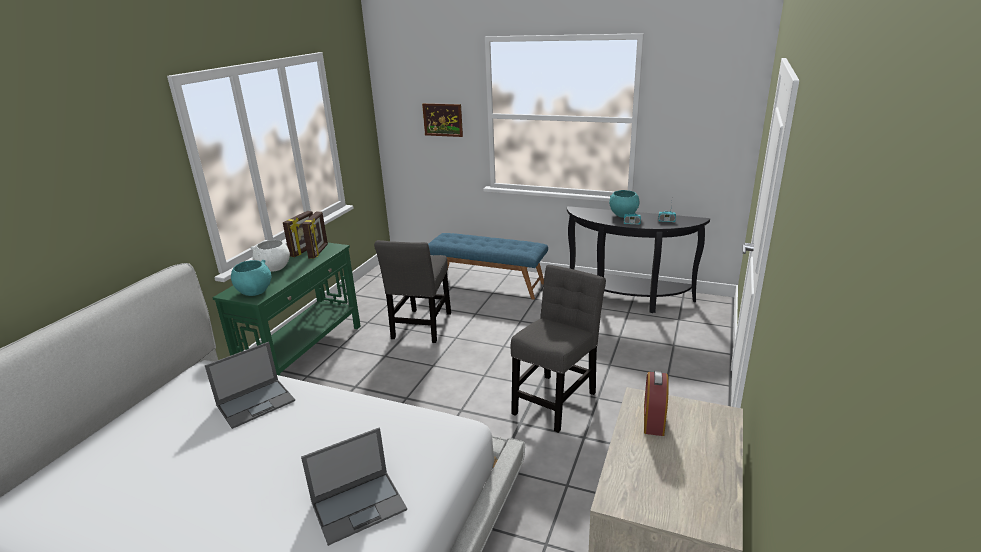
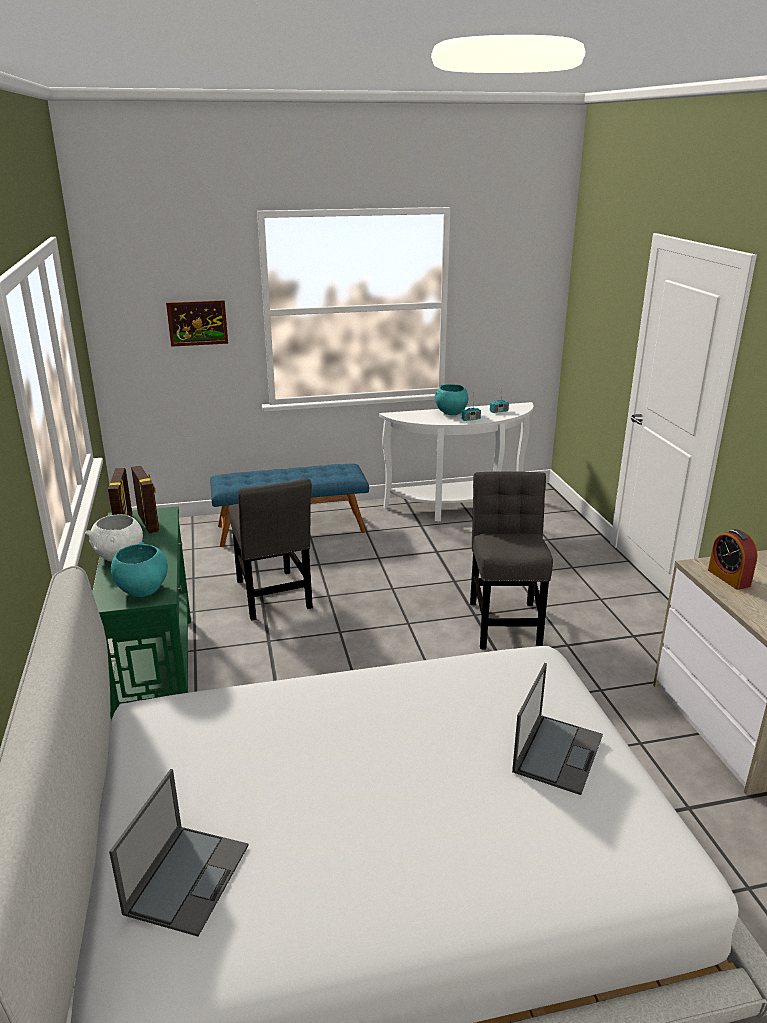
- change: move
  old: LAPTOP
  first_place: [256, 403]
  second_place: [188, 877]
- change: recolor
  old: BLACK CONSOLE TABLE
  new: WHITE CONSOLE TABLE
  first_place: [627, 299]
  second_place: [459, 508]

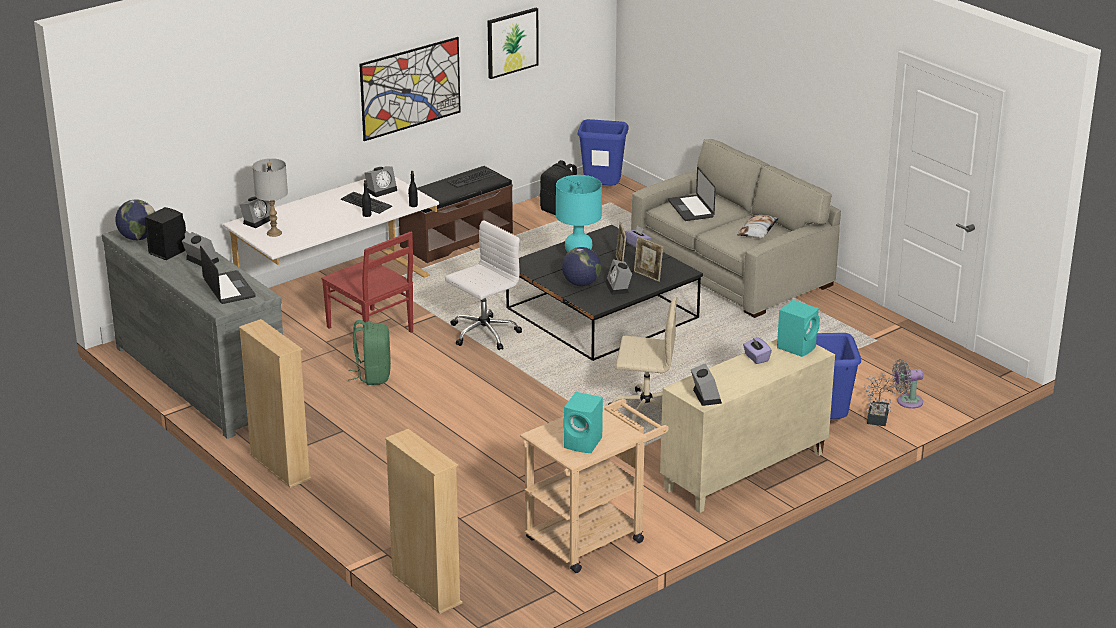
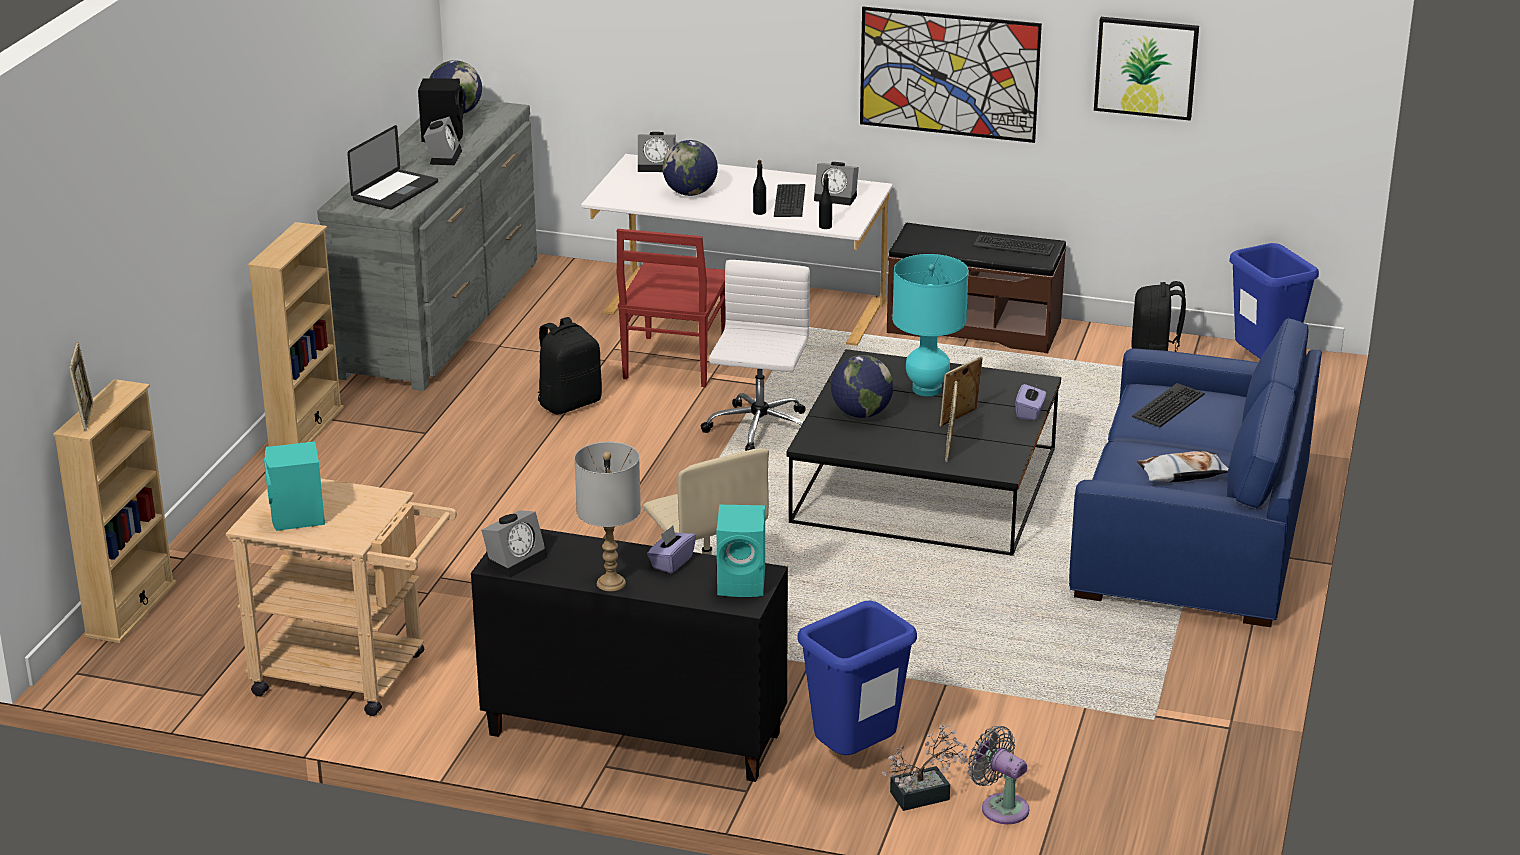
- change: delete
  old: ALARM CLOCK
  first_place: [618, 288]
- change: insert
  new: PICTURE FRAME
  second_place: [86, 416]
- change: insert
  new: GLOBE
  second_place: [690, 193]
- change: move
  old: GREY TABLE LAMP
  first_place: [274, 233]
  second_place: [611, 583]
- change: replace
  old: LAPTOP
  new: KEYBOARD
  first_place: [690, 209]
  second_place: [1169, 406]
- change: recolor
  old: GREEN BACKPACK
  new: BLACK BACKPACK
  first_place: [372, 376]
  second_place: [569, 403]
- change: recolor
  old: BEIGE SOFA
  new: BLUE SOFA
  first_place: [733, 268]
  second_place: [1195, 533]
- change: recolor
  old: BEIGE CABINET
  new: BLACK CABINET
  first_place: [744, 473]
  second_place: [632, 735]
- change: rotate
  old: WHITE OFFICE CHAIR
  first_place: [483, 334]
  second_place: [759, 429]
  degrees: -90

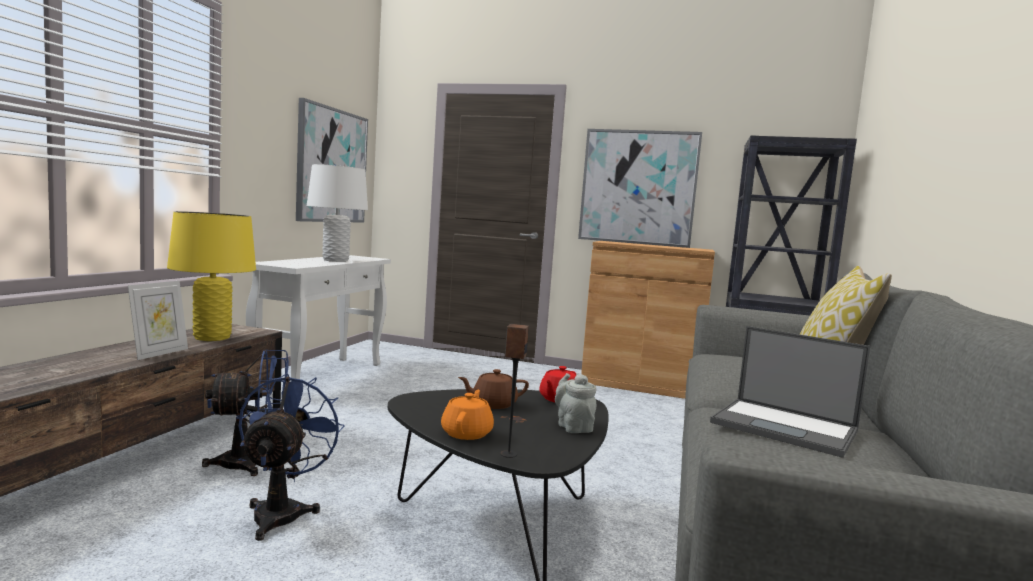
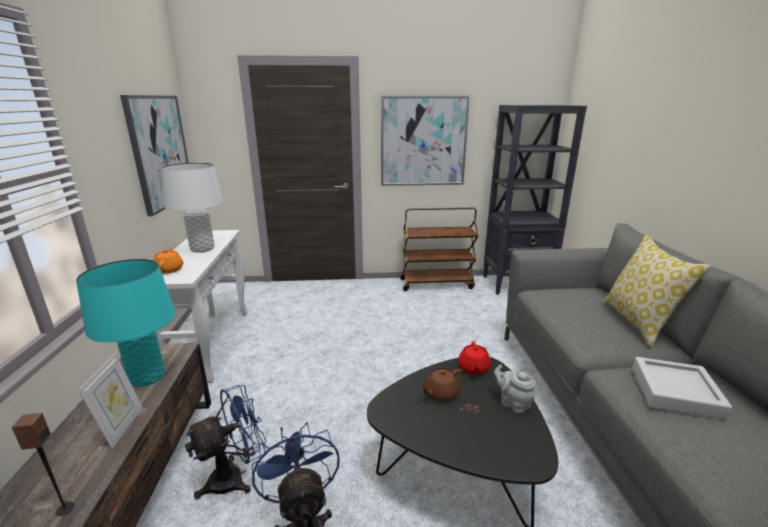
- change: move
  old: ORANGE TEAPOT
  first_place: [467, 433]
  second_place: [169, 269]
- change: move
  old: SPEAKER
  first_place: [508, 454]
  second_place: [65, 509]
- change: replace
  old: BROWN CABINET
  new: BROWN CART
  first_place: [640, 384]
  second_place: [437, 283]
- change: replace
  old: LAPTOP
  new: GREY TRAY
  first_place: [786, 427]
  second_place: [675, 392]
- change: recolor
  old: YELLOW TABLE LAMP
  new: TURQUOISE TABLE LAMP
  first_place: [212, 337]
  second_place: [147, 377]

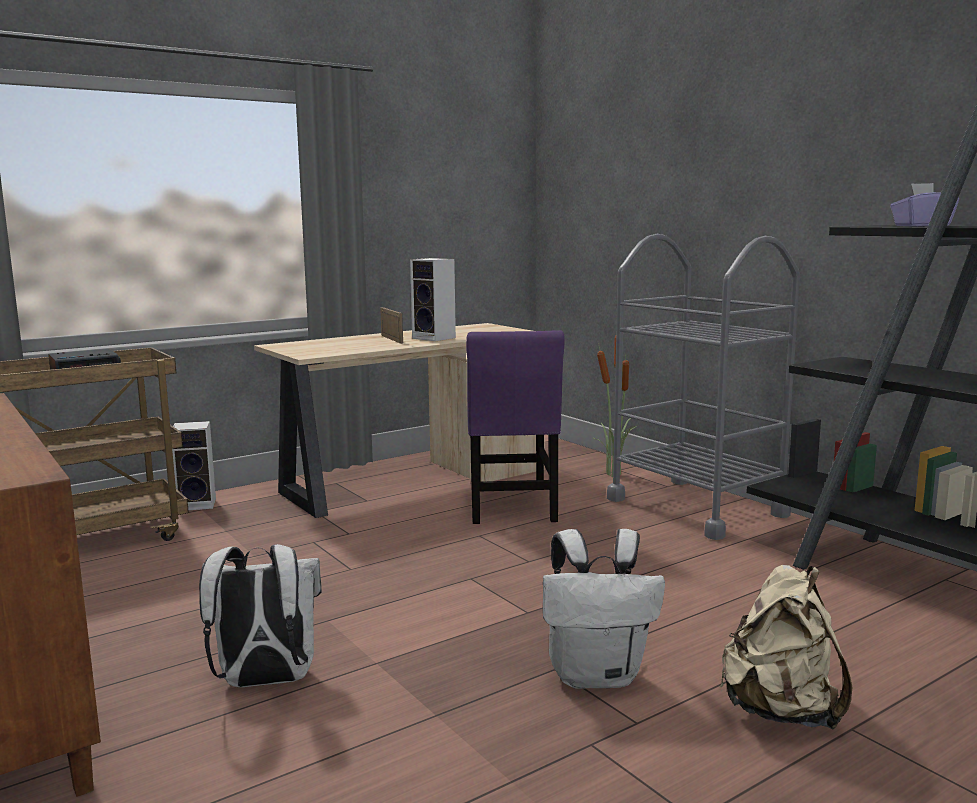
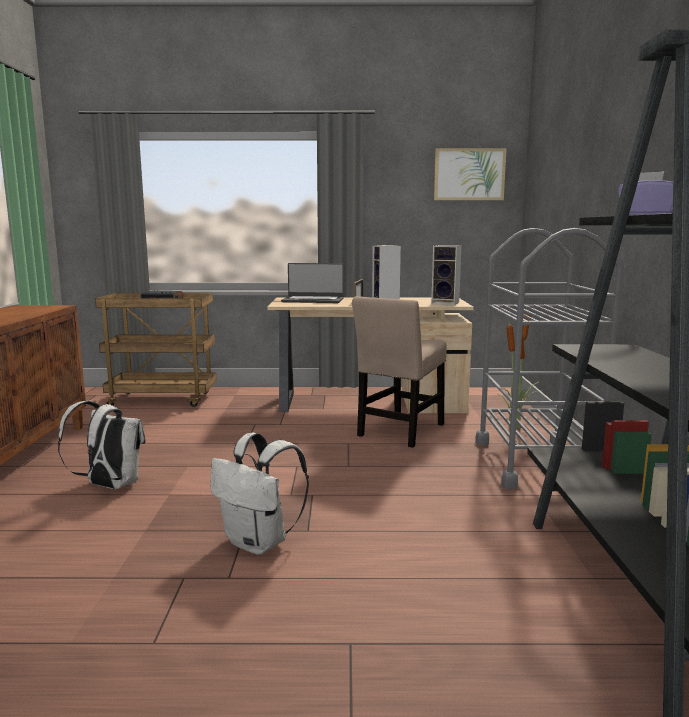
- change: delete
  old: BEIGE BACKPACK
  first_place: [781, 711]
- change: insert
  new: LAPTOP
  second_place: [313, 300]
- change: insert
  new: PICTURE
  second_place: [469, 174]
- change: move
  old: SPEAKER
  first_place: [199, 504]
  second_place: [446, 303]
- change: recolor
  old: PURPLE CHAIR
  new: BEIGE CHAIR
  first_place: [512, 507]
  second_place: [400, 431]

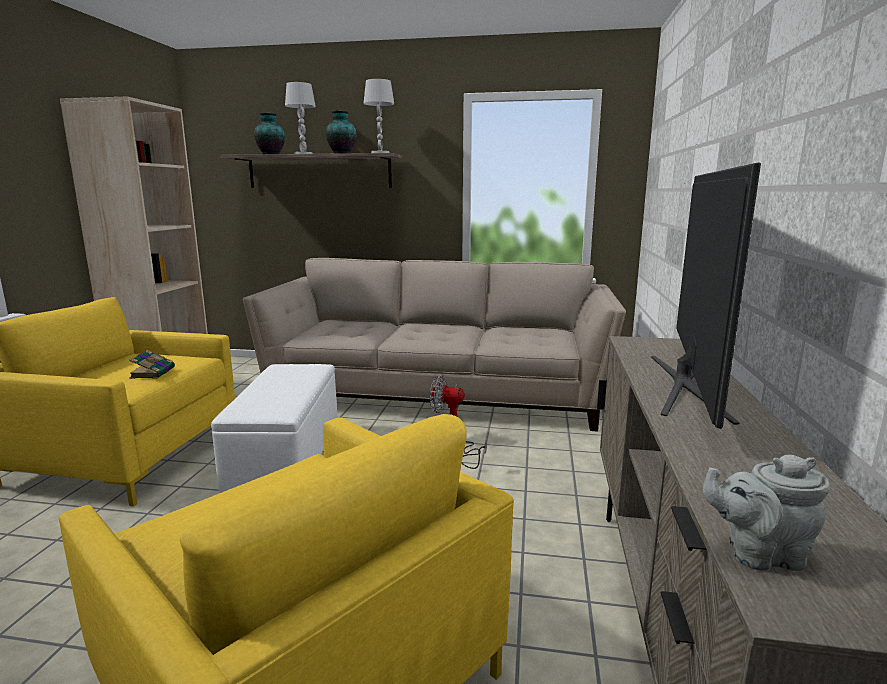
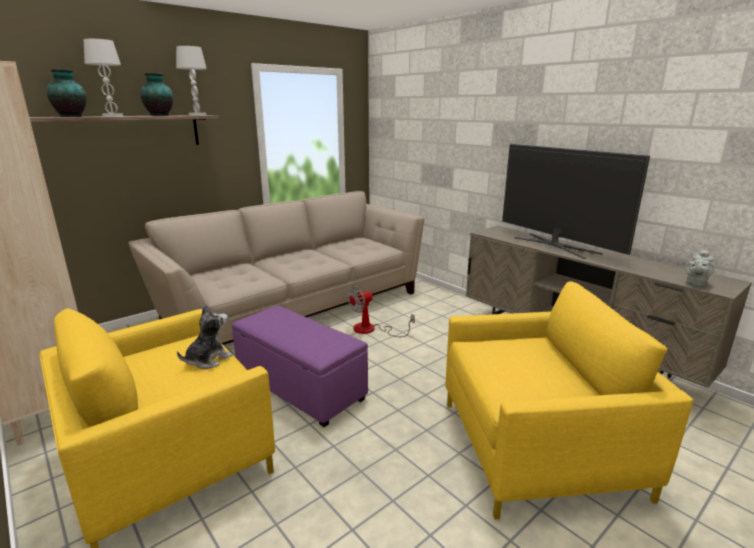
- change: replace
  old: BOOK
  new: PLUSH TOY
  first_place: [153, 372]
  second_place: [208, 360]
- change: recolor
  old: WHITE OTTOMAN
  new: PURPLE OTTOMAN
  first_place: [287, 458]
  second_place: [299, 386]

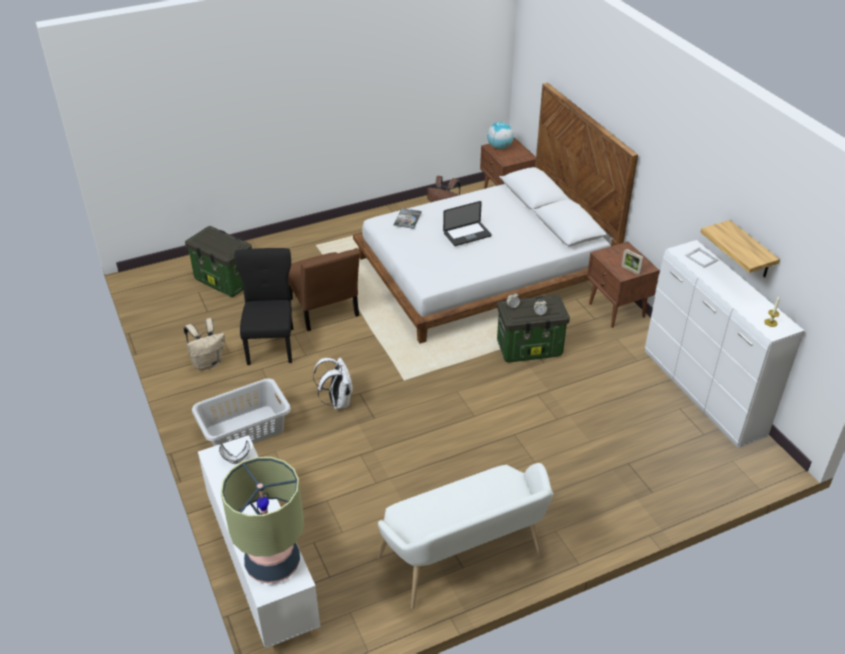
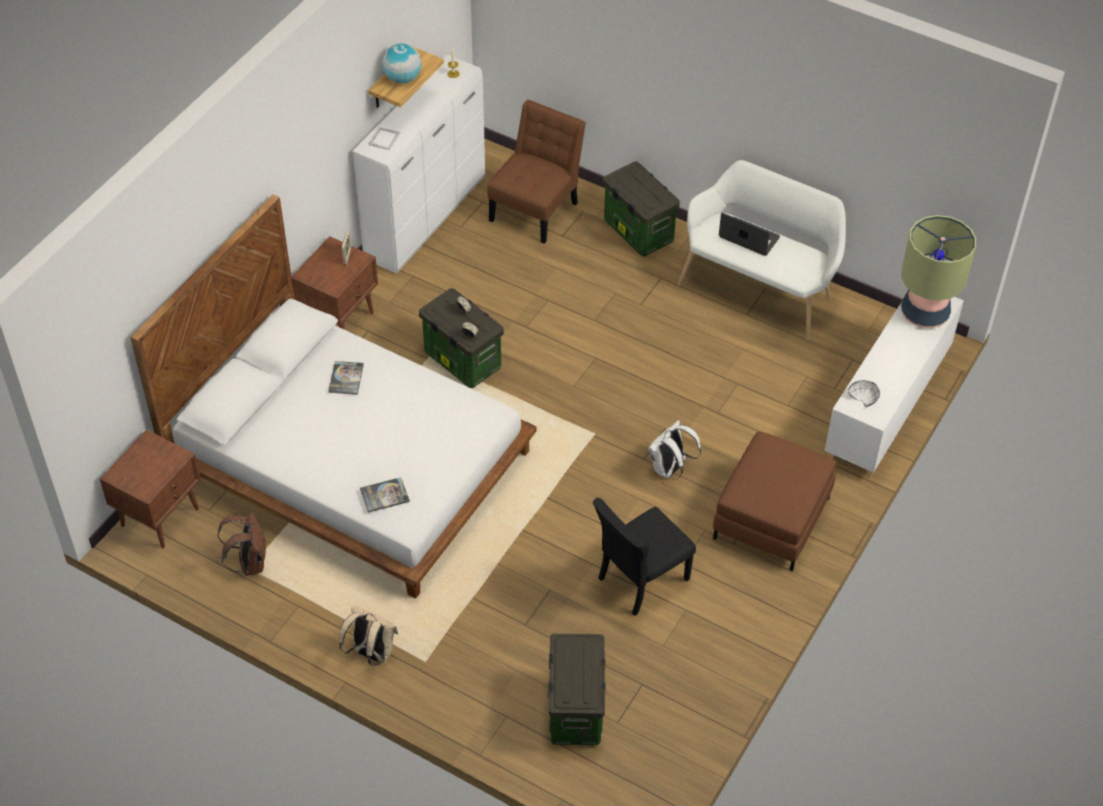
- change: insert
  new: BOOK
  second_place: [346, 378]
- change: insert
  new: STORAGE BOX
  second_place: [637, 231]
- change: move
  old: BEIGE BACKPACK
  first_place: [208, 363]
  second_place: [371, 653]
- change: move
  old: BROWN CHAIR
  first_place: [324, 310]
  second_place: [536, 209]
- change: move
  old: LAPTOP
  first_place: [467, 235]
  second_place: [749, 237]
- change: move
  old: GLOBE
  first_place: [499, 147]
  second_place: [403, 78]
- change: replace
  old: GREY LAUNDRY BASKET
  new: BROWN OTTOMAN
  first_place: [244, 430]
  second_place: [772, 518]

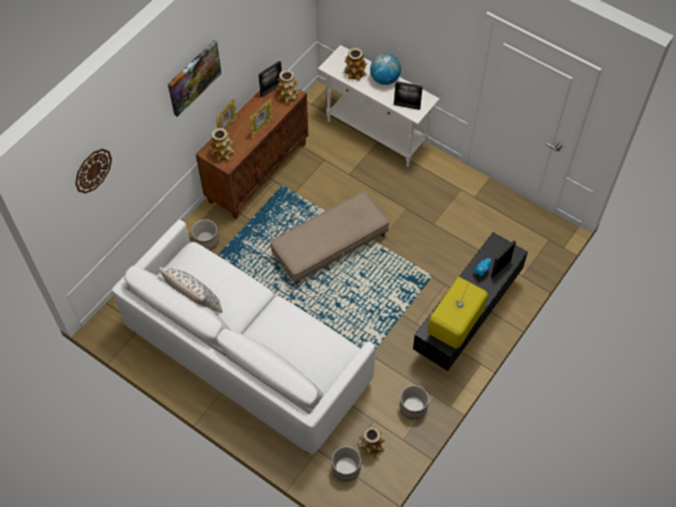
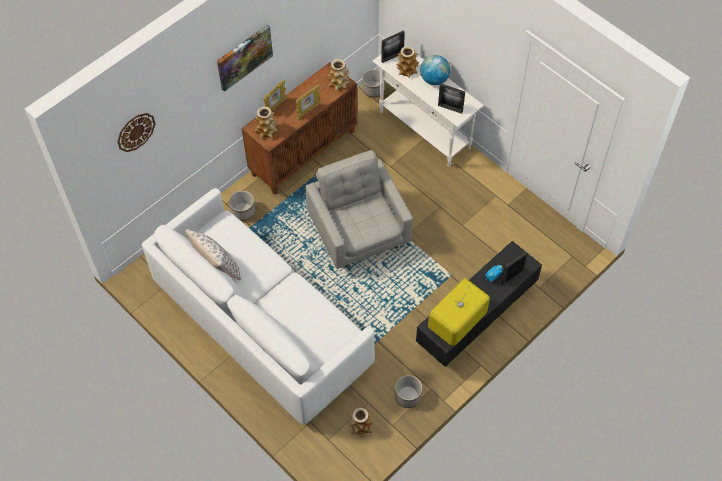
- change: move
  old: PICTURE FRAME
  first_place: [271, 90]
  second_place: [392, 57]
- change: move
  old: PLANTER
  first_place: [345, 468]
  second_place: [373, 89]
- change: replace
  old: BEIGE OTTOMAN
  new: GREY ARMCHAIR
  first_place: [330, 245]
  second_place: [359, 232]

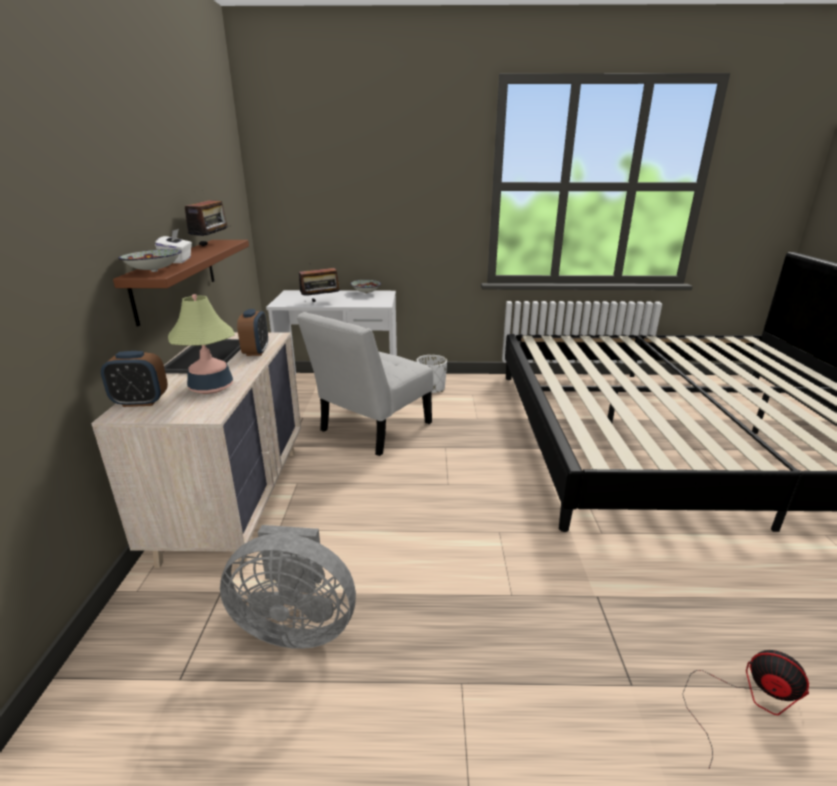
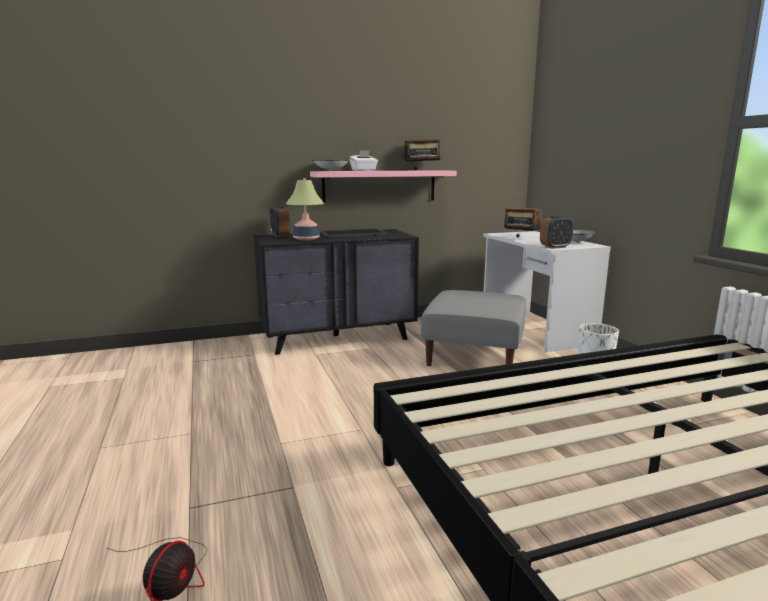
- change: delete
  old: GREY FAN
  first_place: [296, 625]
- change: move
  old: ALARM CLOCK
  first_place: [256, 351]
  second_place: [555, 247]
- change: replace
  old: WHITE CHAIR
  new: GREY OTTOMAN
  first_place: [371, 429]
  second_place: [473, 355]
- change: recolor
  old: BEIGE DRESSER
  new: BLACK DRESSER
  first_place: [236, 500]
  second_place: [338, 337]
- change: recolor
  old: BROWN SHELF
  new: PINK SHELF
  first_place: [176, 278]
  second_place: [379, 186]

